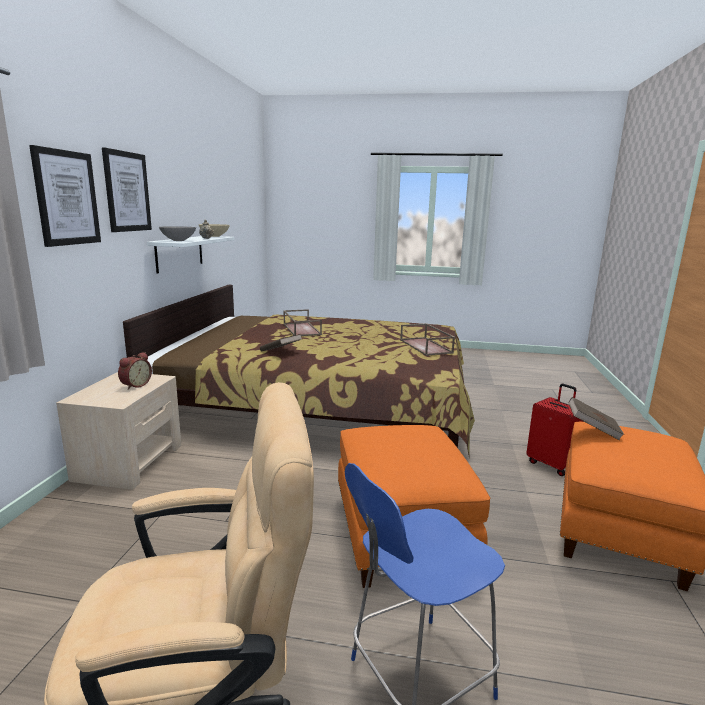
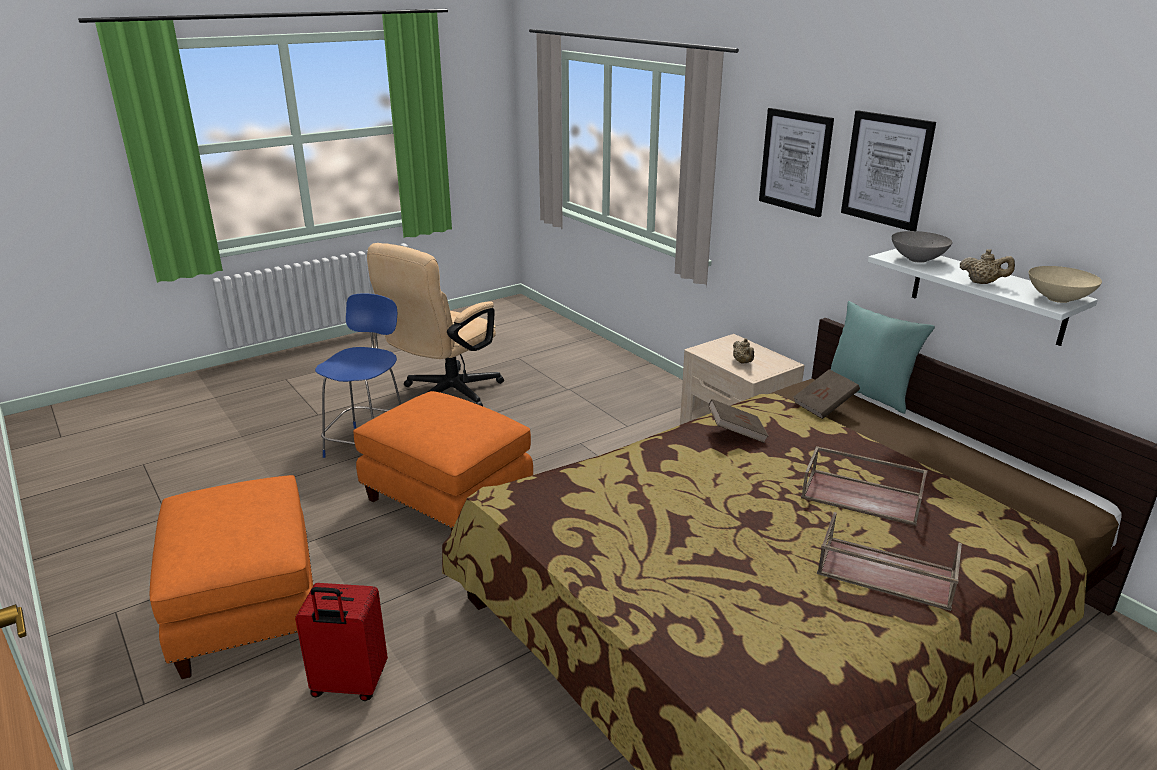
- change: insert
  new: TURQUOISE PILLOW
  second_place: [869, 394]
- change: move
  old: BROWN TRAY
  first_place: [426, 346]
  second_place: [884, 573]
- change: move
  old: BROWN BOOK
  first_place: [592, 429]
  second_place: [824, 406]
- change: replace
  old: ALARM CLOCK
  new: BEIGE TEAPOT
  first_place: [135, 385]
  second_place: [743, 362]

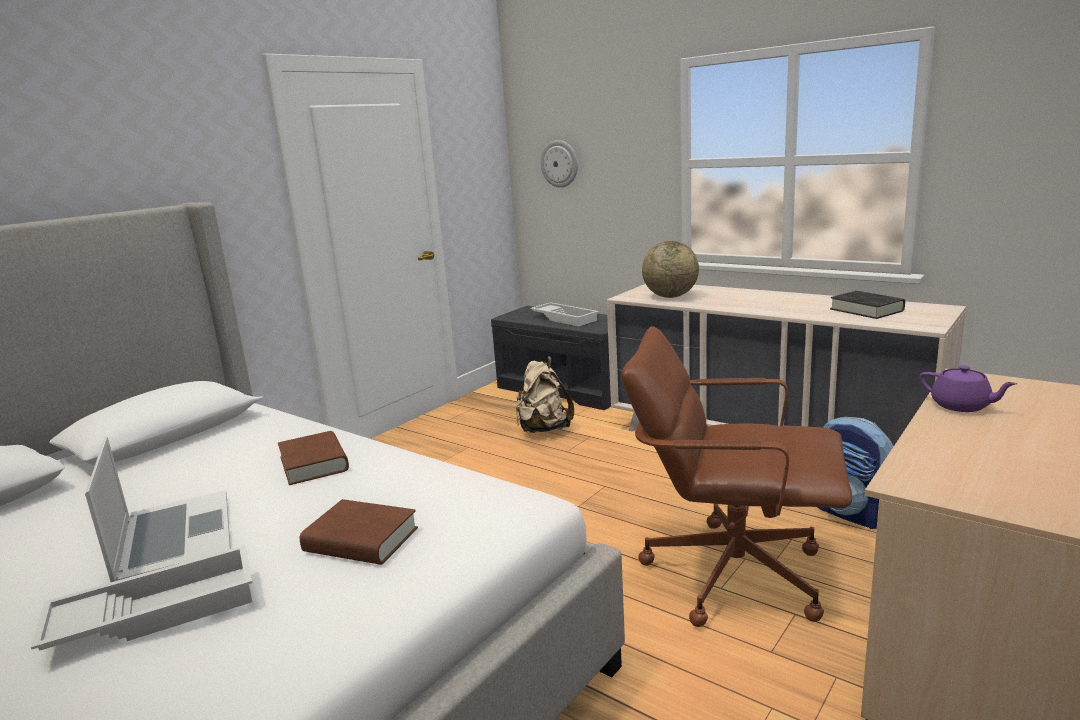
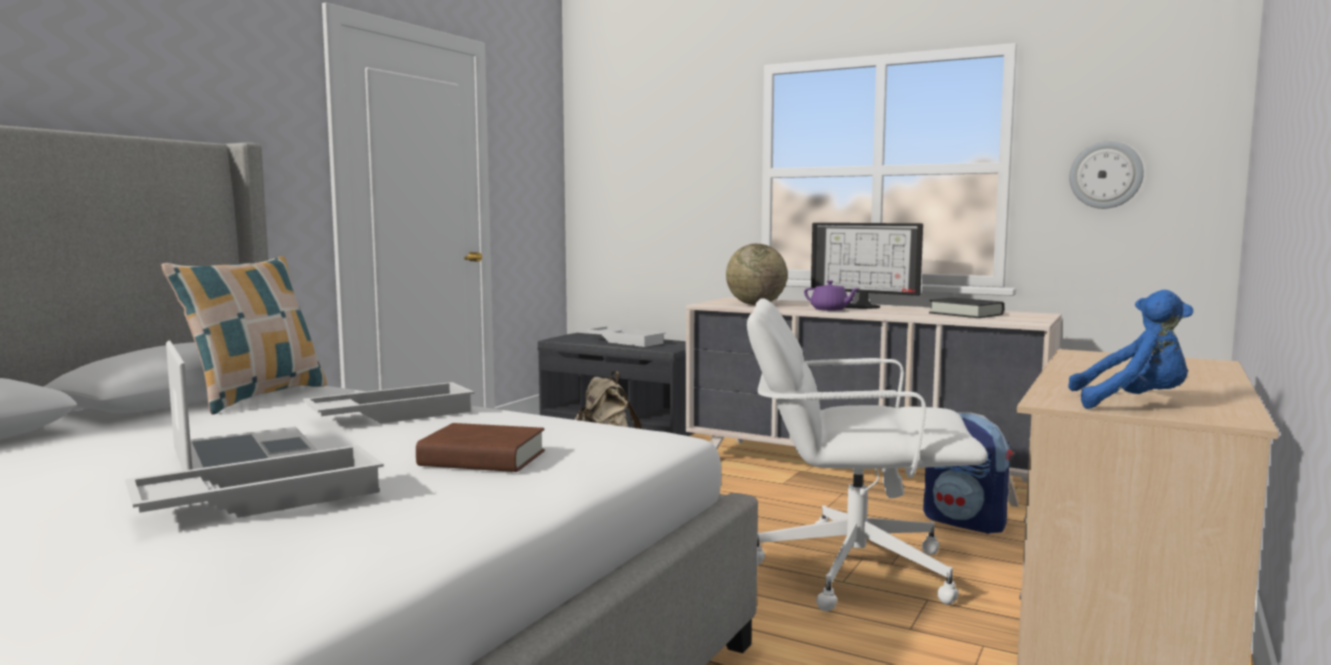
- change: insert
  new: PILLOW
  second_place: [256, 397]
- change: insert
  new: MONITOR
  second_place: [859, 306]
- change: insert
  new: BLUE PLUSH TOY
  second_place: [1133, 403]
- change: move
  old: WALL CLOCK
  first_place: [560, 163]
  second_place: [1105, 175]
- change: move
  old: PURPLE TEAPOT
  first_place: [961, 406]
  second_place: [830, 309]
- change: replace
  old: BROWN BOOK
  new: WHITE TRAY
  first_place: [314, 464]
  second_place: [392, 415]
- change: recolor
  old: BROWN OFFICE CHAIR
  new: WHITE OFFICE CHAIR
  first_place: [732, 573]
  second_place: [851, 570]

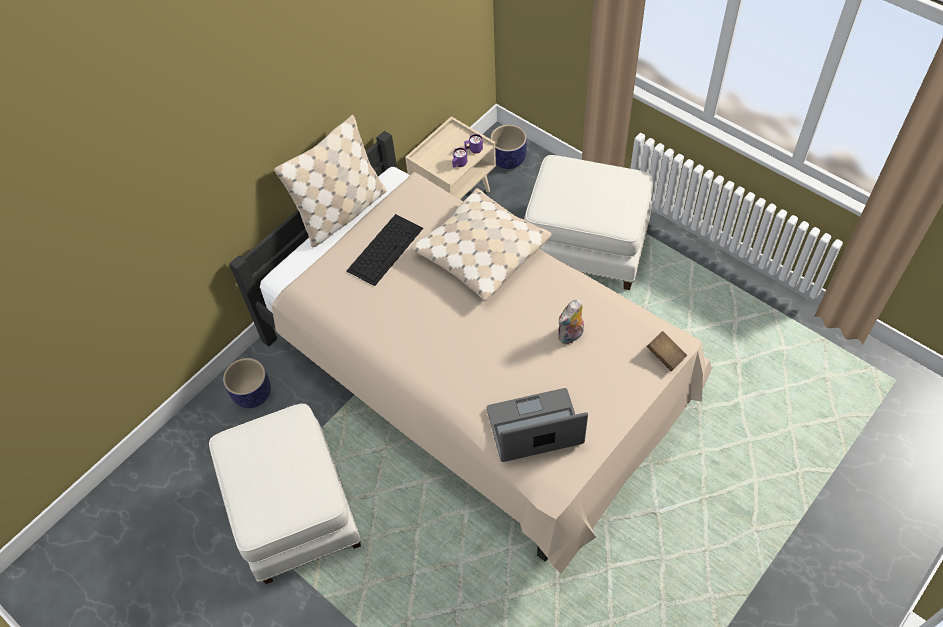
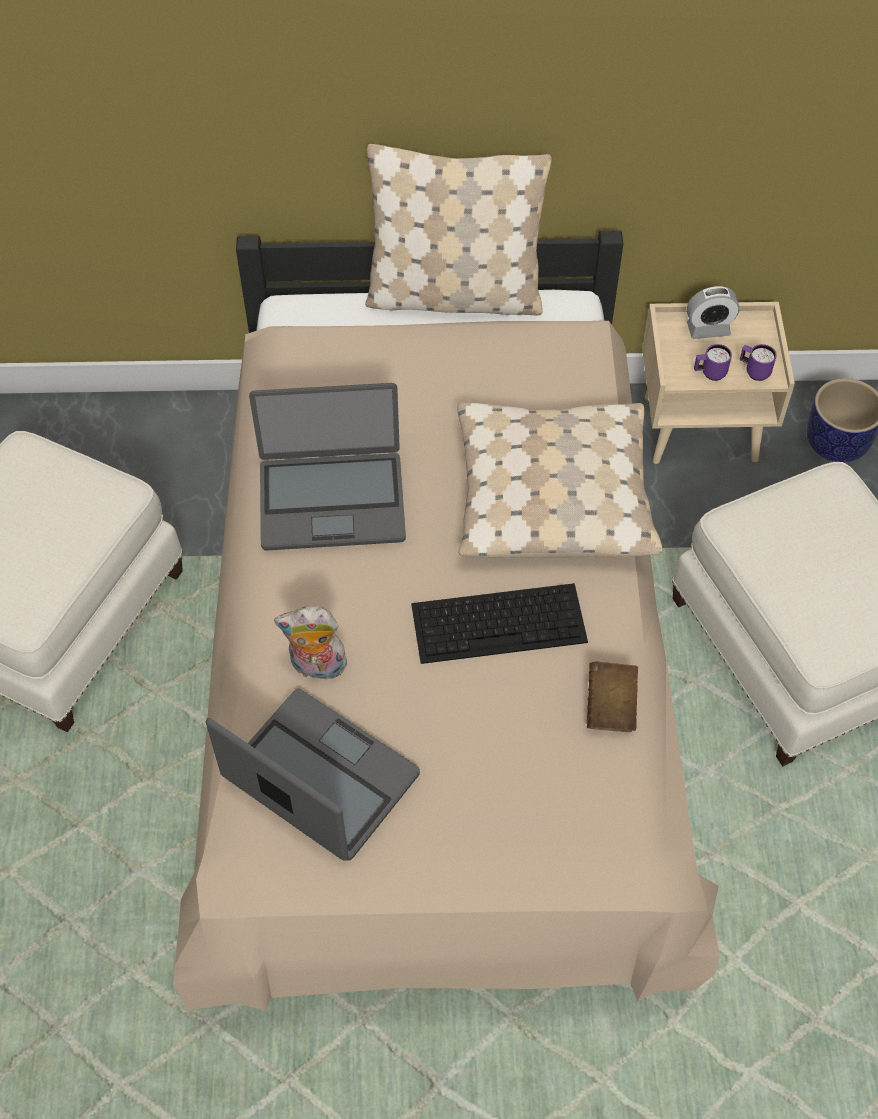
- change: delete
  old: PLANTER
  first_place: [253, 394]
- change: insert
  new: LAPTOP
  second_place: [332, 500]
- change: insert
  new: ALARM CLOCK
  second_place: [708, 329]
- change: move
  old: KEYBOARD
  first_place: [385, 248]
  second_place: [500, 622]
- change: move
  old: PLUSH TOY
  first_place: [571, 336]
  second_place: [316, 667]
- change: move
  old: BROWN BOOK
  first_place: [665, 356]
  second_place: [610, 705]

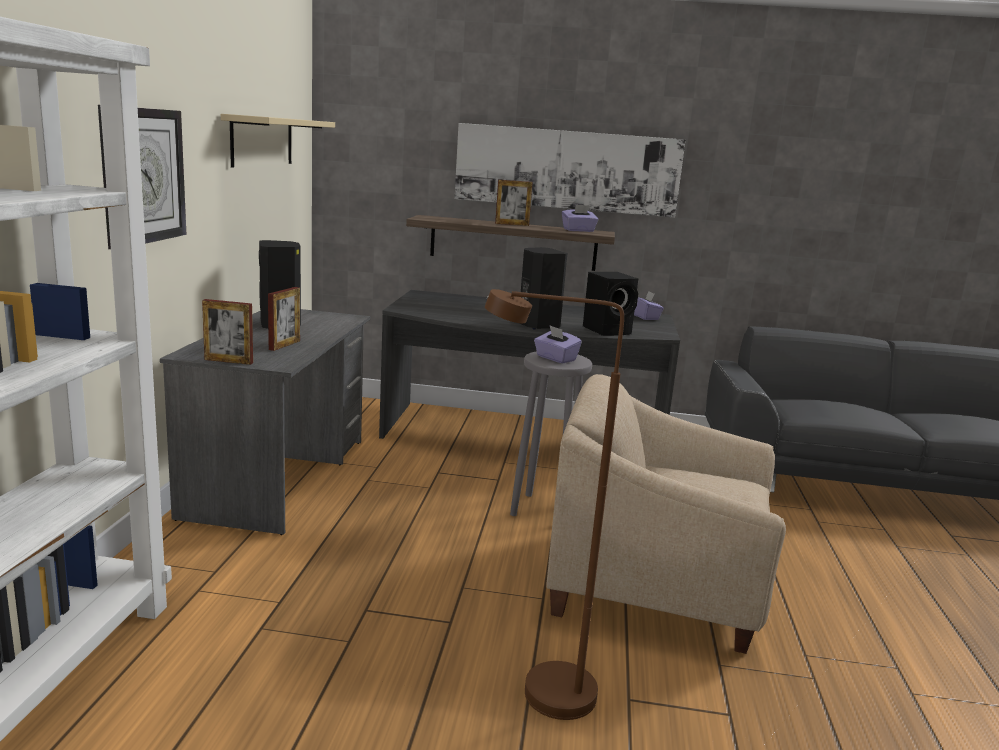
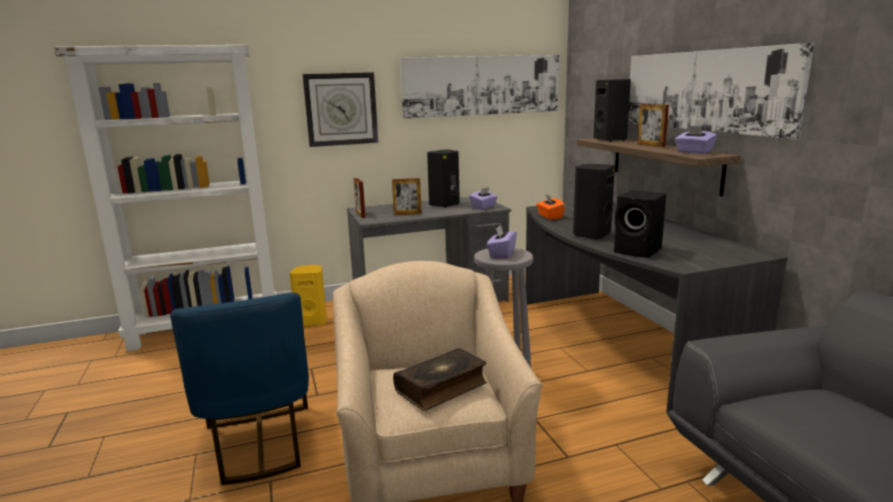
- change: insert
  new: YELLOW SPEAKER
  second_place: [312, 321]
- change: insert
  new: BOOK
  second_place: [442, 387]
- change: insert
  new: ORANGE TISSUE BOX
  second_place: [549, 216]
- change: insert
  new: BLACK SPEAKER
  second_place: [611, 140]
- change: move
  old: PURPLE TISSUE BOX
  first_place: [645, 317]
  second_place: [483, 207]
- change: replace
  old: BEIGE SHELF
  new: PICTURE
  first_place: [262, 141]
  second_place: [482, 85]
- change: replace
  old: BROWN FLOOR LAMP
  new: BLUE CHAIR
  first_place: [538, 693]
  second_place: [259, 444]

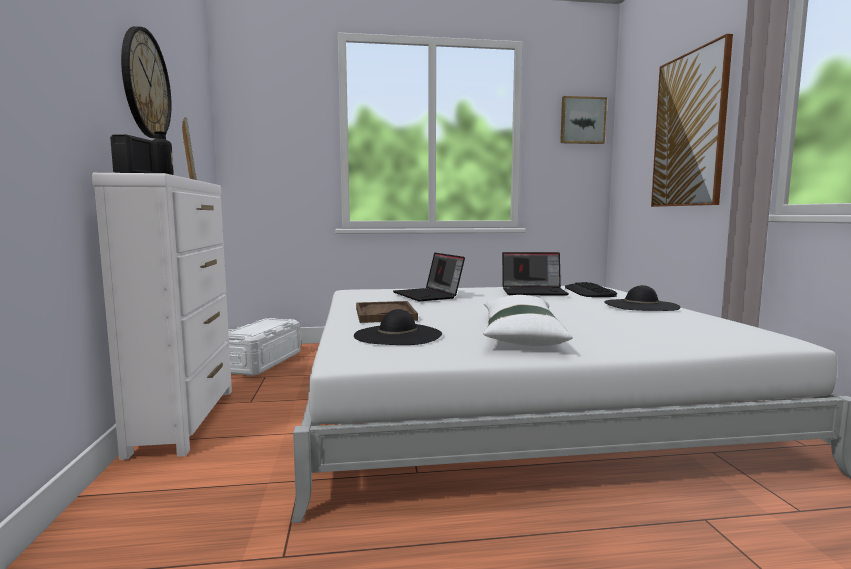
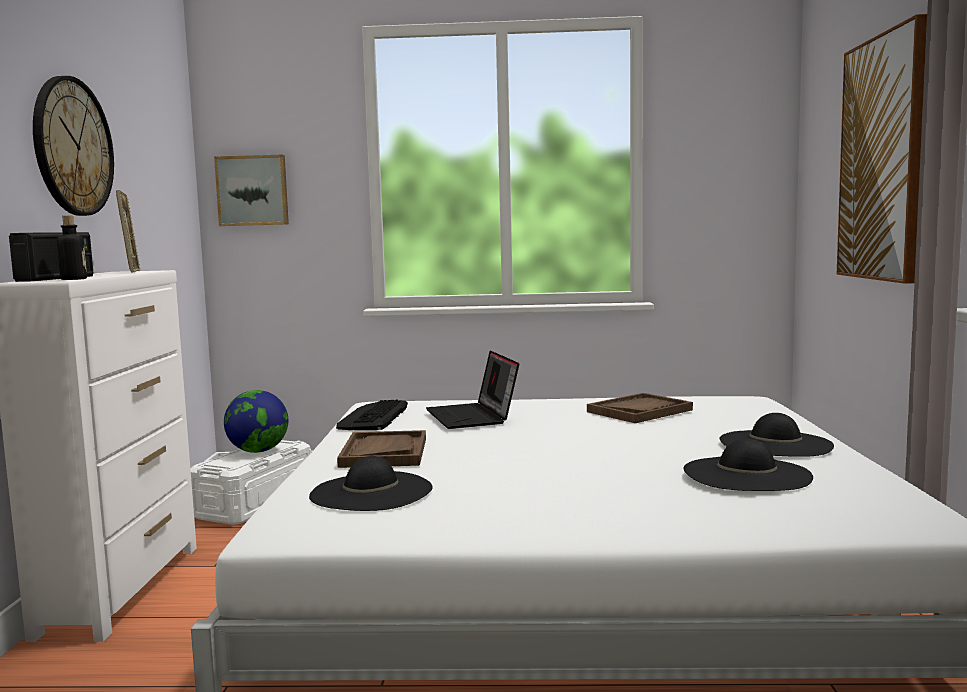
- change: delete
  old: WHITE PILLOW
  first_place: [520, 334]
- change: insert
  new: GLOBE
  second_place: [258, 451]
- change: insert
  new: BLACK HAT
  second_place: [746, 474]
- change: move
  old: PICTURE
  first_place: [582, 120]
  second_place: [253, 191]
- change: move
  old: KEYBOARD
  first_place: [589, 291]
  second_place: [373, 417]
- change: replace
  old: LAPTOP
  new: BROWN TRAY
  first_place: [534, 292]
  second_place: [639, 411]

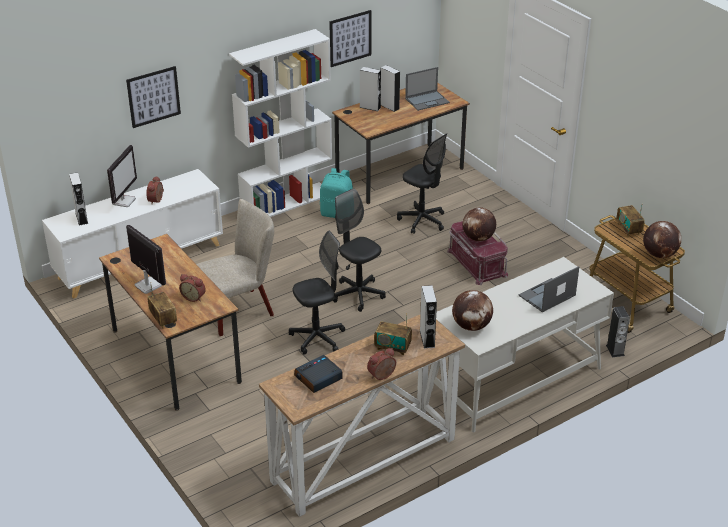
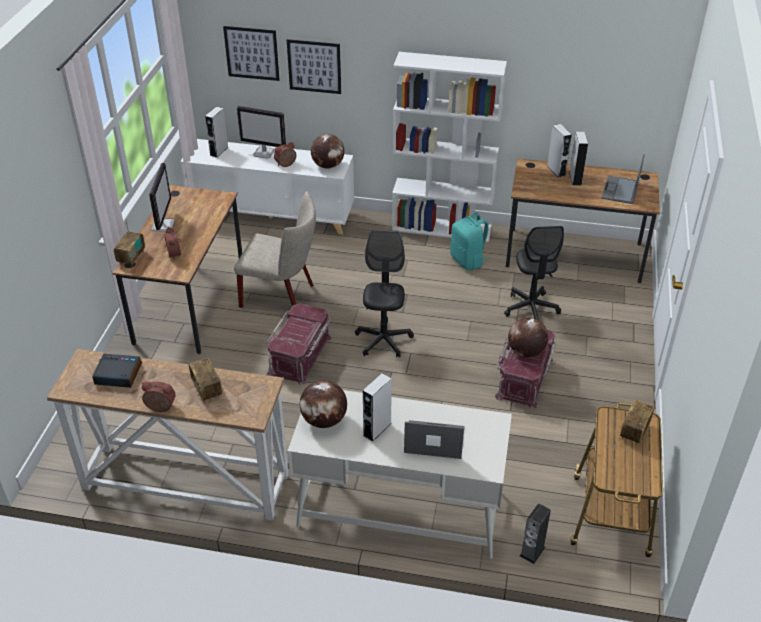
- change: move
  old: PICTURE
  first_place: [350, 38]
  second_place: [251, 53]
- change: move
  old: GREY SPEAKER
  first_place: [427, 339]
  second_place: [377, 429]
- change: move
  old: GLOBE
  first_place: [659, 254]
  second_place: [328, 165]
- change: replace
  old: BLACK OFFICE CHAIR
  new: RED STORAGE BOX
  first_place: [317, 338]
  second_place: [301, 356]
- change: rotate
  old: MONITOR
  first_place: [124, 201]
  second_place: [264, 153]
  degrees: 45
- change: rotate
  old: LAPTOP
  first_place: [427, 100]
  second_place: [620, 190]
  degrees: 90

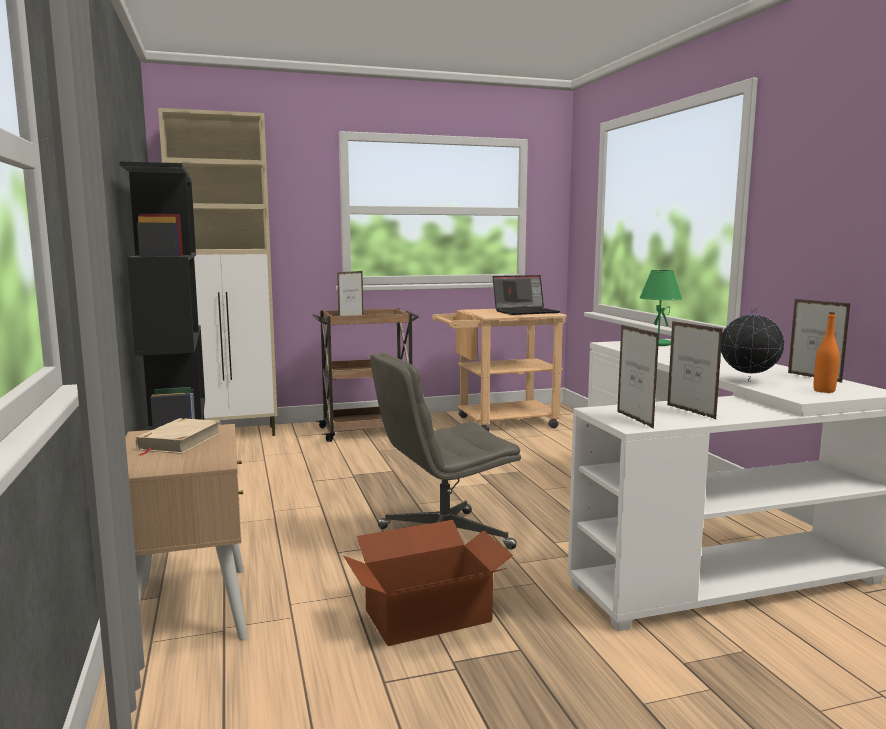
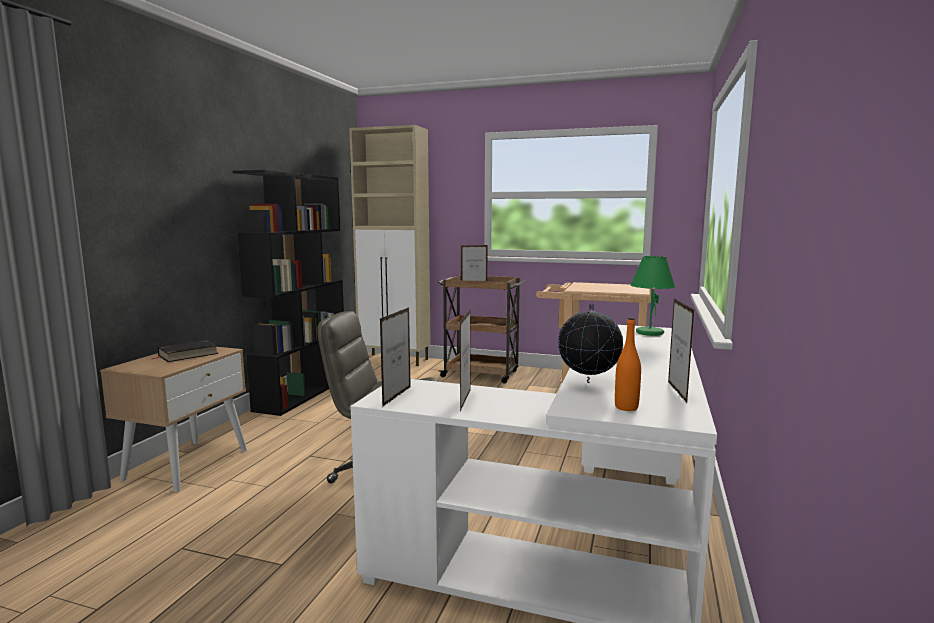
- change: delete
  old: CARDBOARD BOX
  first_place: [426, 615]
- change: delete
  old: LAPTOP
  first_place: [526, 312]
- change: recolor
  old: BEIGE BOOK
  new: BLACK BOOK
  first_place: [179, 441]
  second_place: [188, 354]

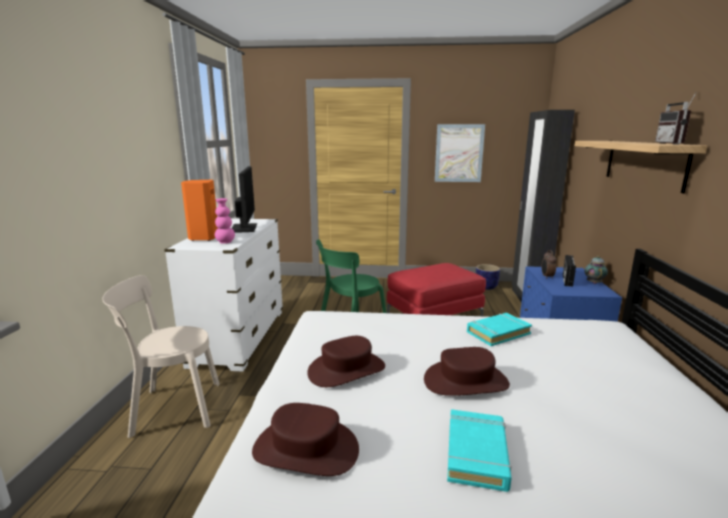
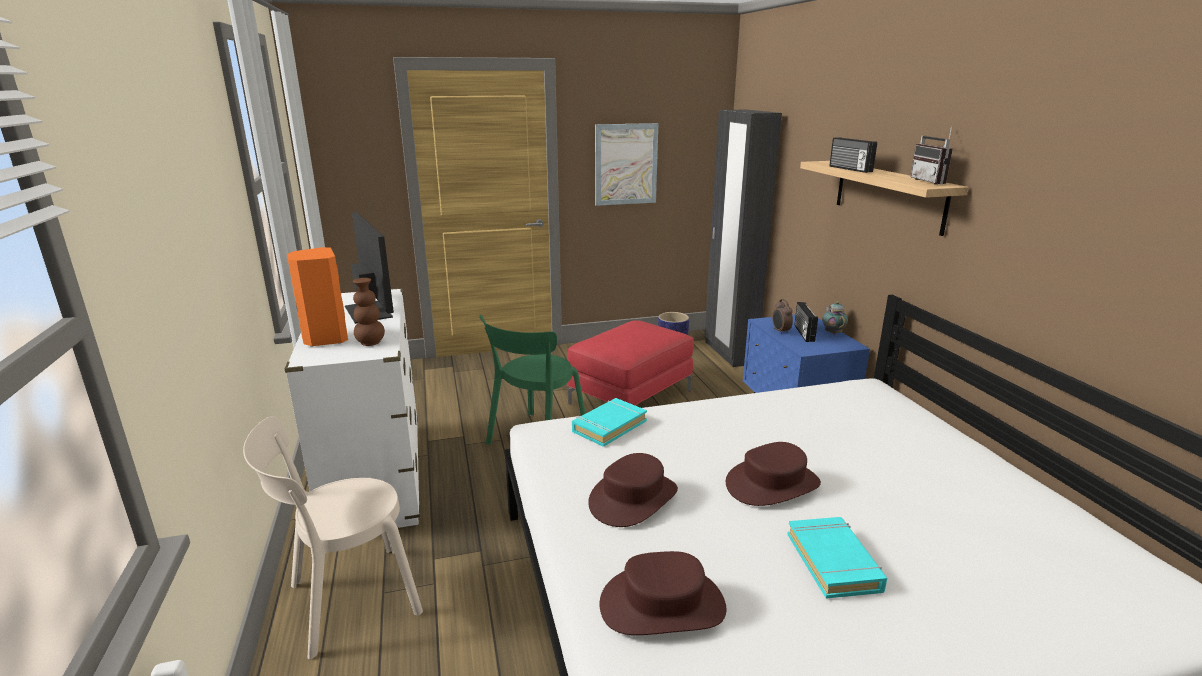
- change: insert
  new: RADIO
  second_place: [849, 169]
- change: move
  old: TURQUOISE BOOK
  first_place: [498, 333]
  second_place: [609, 426]
- change: recolor
  old: PINK VASE
  new: BROWN VASE
  first_place: [225, 242]
  second_place: [370, 343]

